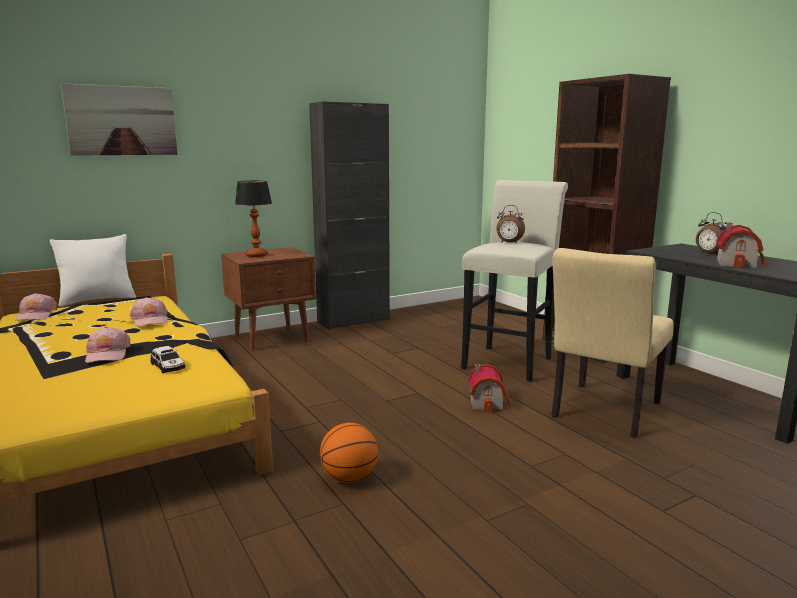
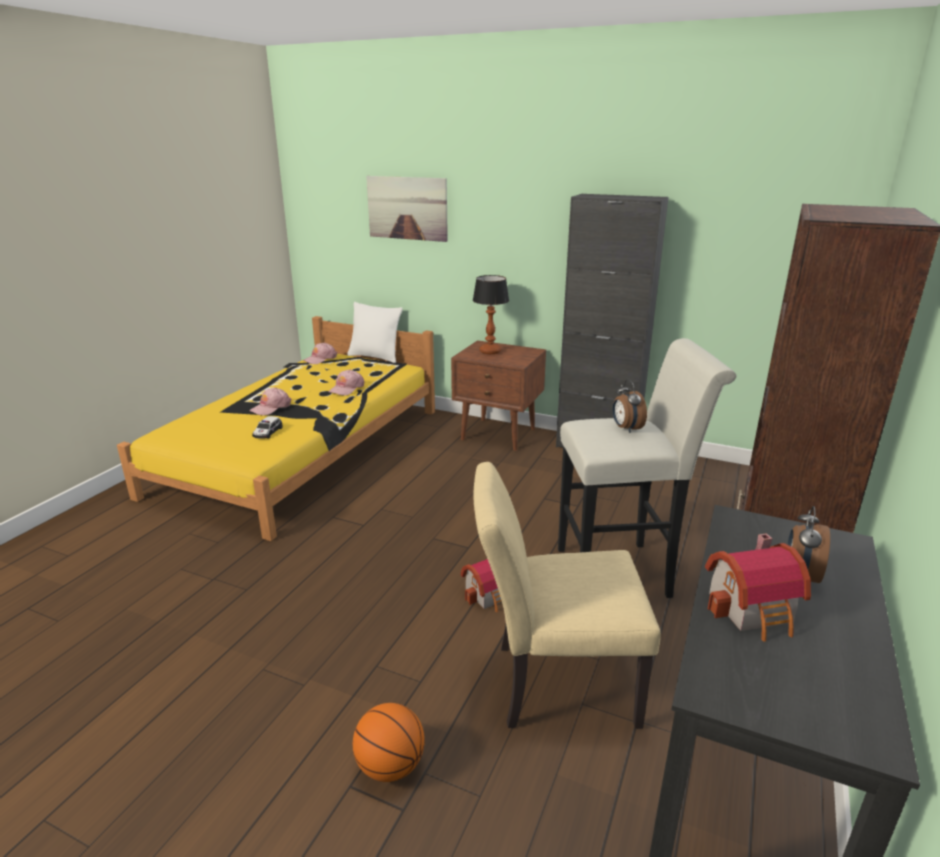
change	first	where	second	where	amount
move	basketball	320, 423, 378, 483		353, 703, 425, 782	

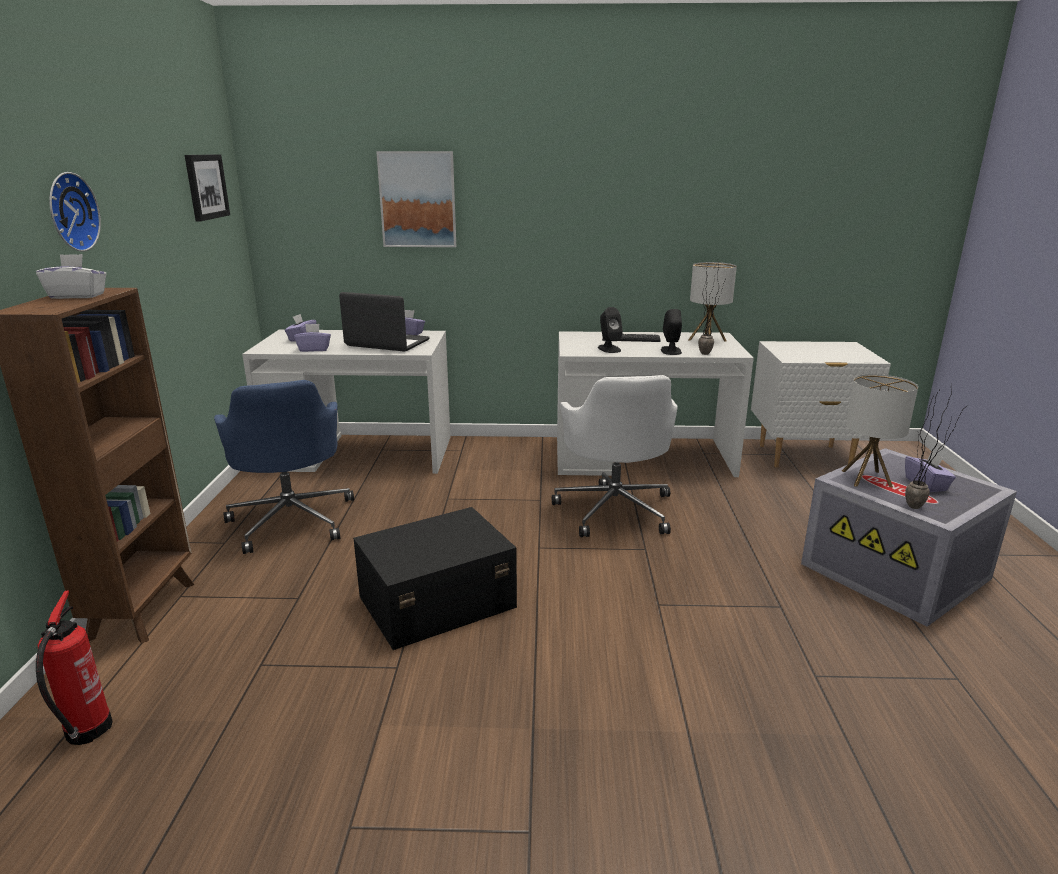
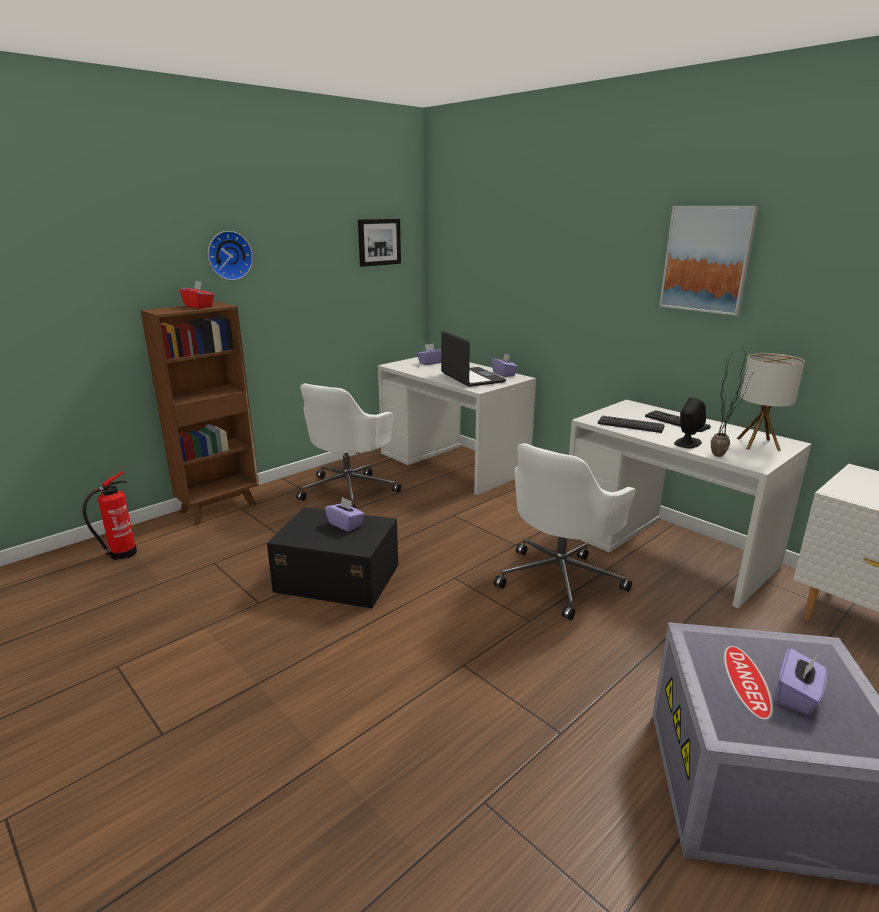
change	first	where	second	where	amount
delete	table lamp	842, 374, 918, 487			
delete	potted plant	905, 388, 962, 509			
move	purple tissue box	294, 324, 331, 352		325, 497, 364, 532	
move	picture	376, 151, 456, 247		659, 206, 759, 316	
replace	black speaker	598, 307, 623, 353	keyboard	598, 416, 665, 433	
recolor	white tissue box	36, 254, 106, 299	red tissue box	180, 281, 214, 308	
recolor	blue office chair	214, 380, 354, 554	white office chair	296, 383, 401, 508	

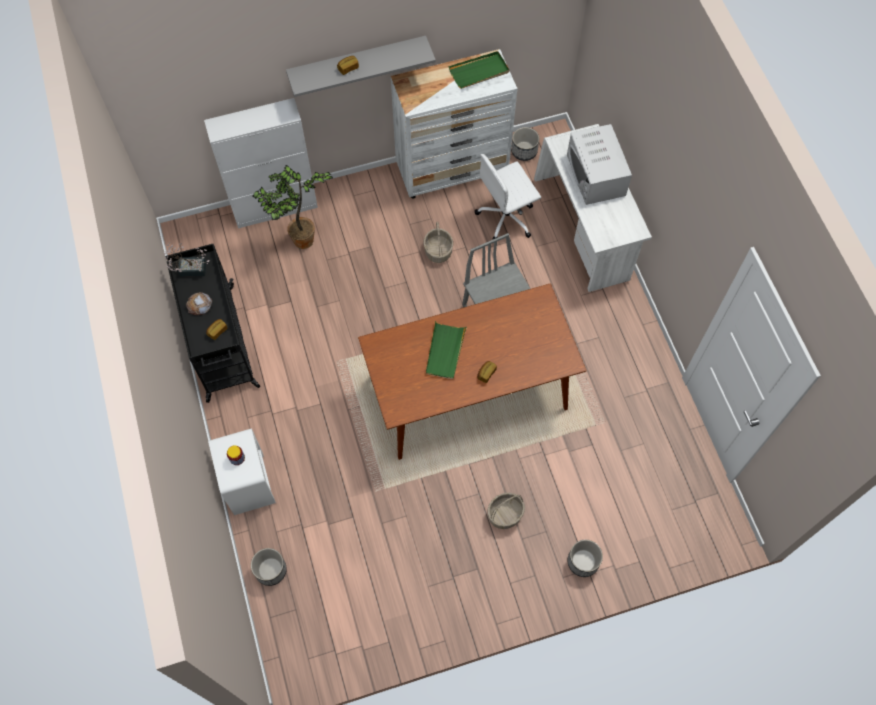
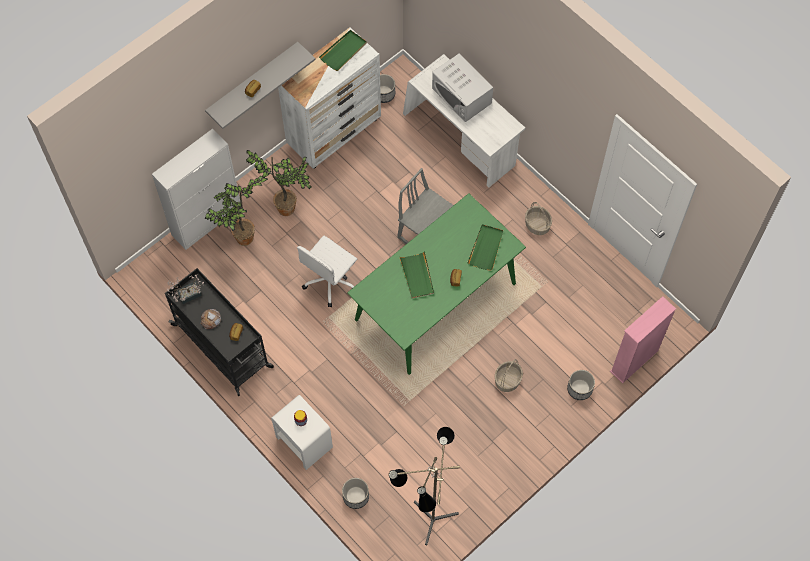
change	first	where	second	where	amount
insert			potted plant	246, 150, 311, 216	
insert			floor lamp	389, 427, 460, 545	
insert			green tray	467, 224, 503, 271	
insert			pink bookcase	610, 296, 676, 384	
move	basket	424, 221, 453, 263		525, 202, 552, 235	
move	white office chair	475, 154, 541, 240		297, 236, 357, 307	
recolor	brown dining table	358, 283, 587, 460	green dining table	347, 193, 526, 375	

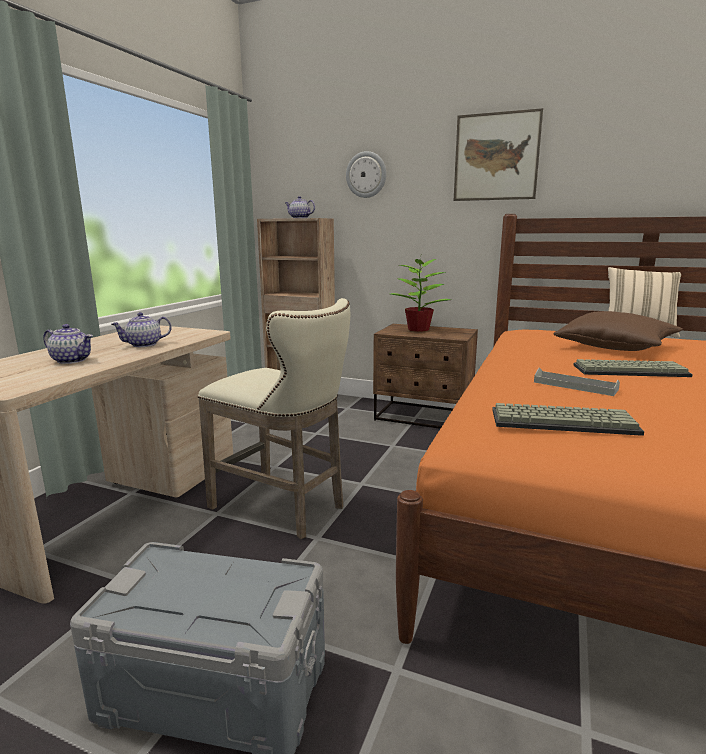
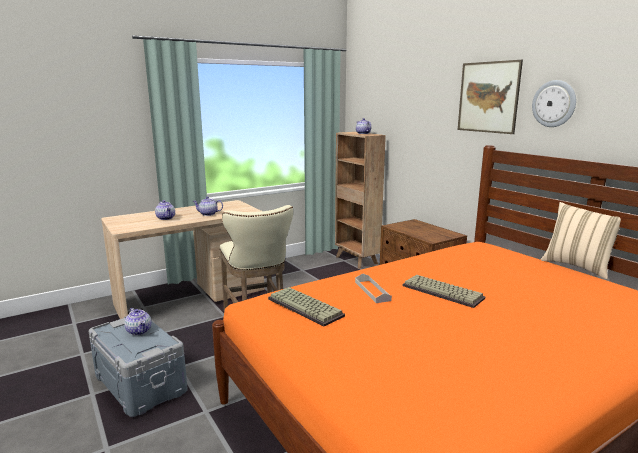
change	first	where	second	where	amount
delete	potted plant	391, 257, 451, 332			
delete	brown pillow	553, 311, 683, 351			
insert			teapot	124, 308, 151, 335	
move	wall clock	346, 151, 387, 198		532, 80, 576, 127	

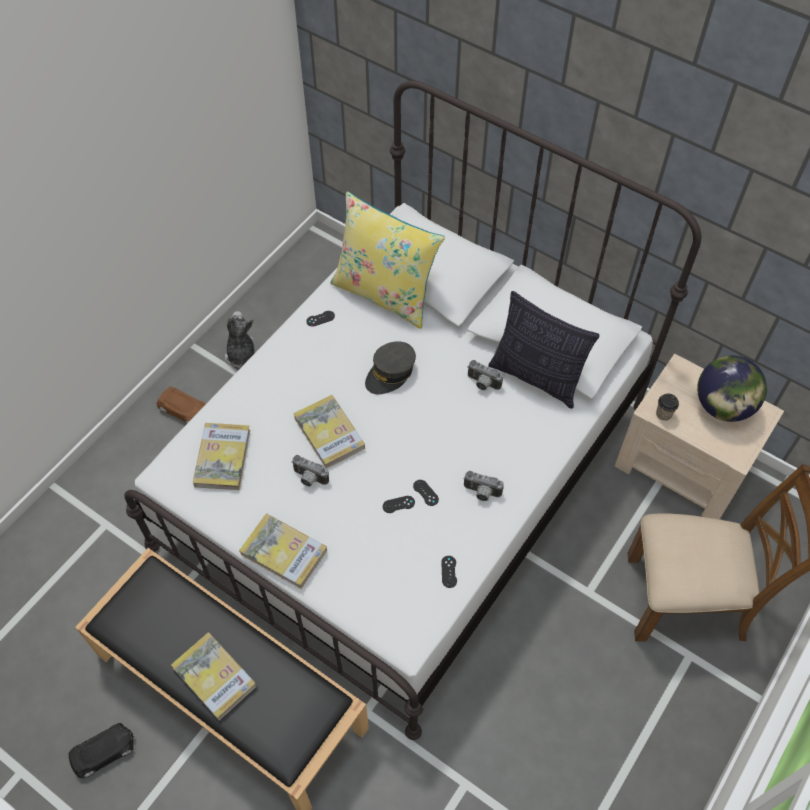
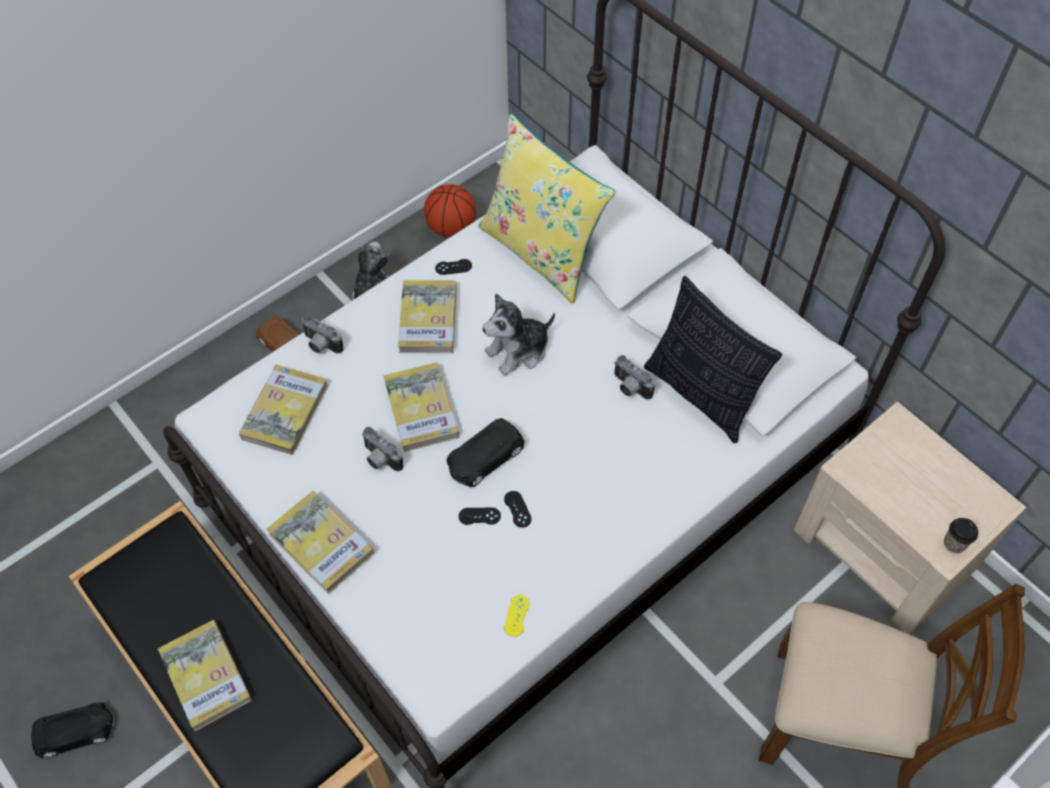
change	first	where	second	where	amount
delete	globe	697, 356, 767, 422			
insert			book	398, 280, 457, 353	
insert			basketball	424, 184, 476, 237	
insert			black toy car	447, 418, 525, 487	
move	photo camera	463, 471, 504, 501		301, 314, 344, 354	
move	cup	656, 394, 679, 421		944, 518, 978, 553	
replace	grey cap	365, 341, 416, 394	plush toy	482, 293, 555, 376	
recolor	black game controller	441, 556, 457, 588	yellow game controller	504, 595, 530, 637	

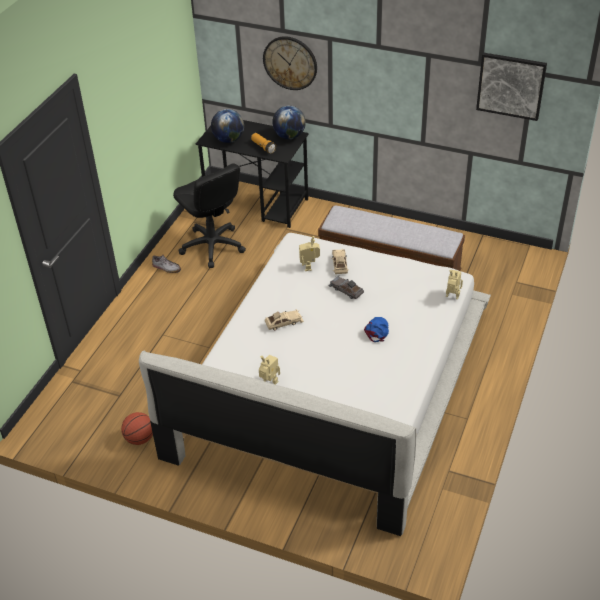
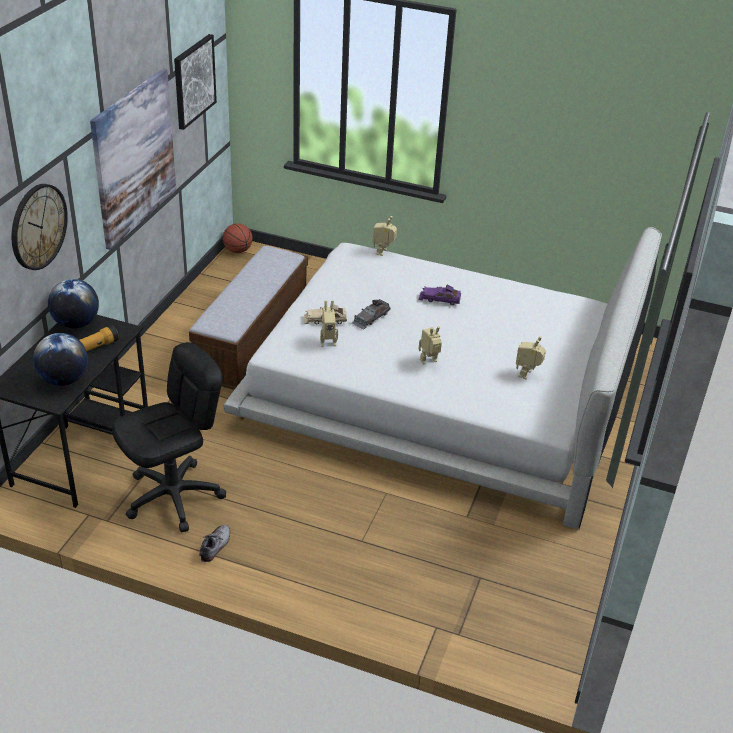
change	first	where	second	where	amount
insert			picture	90, 68, 176, 250	
move	basketball	121, 412, 153, 445		223, 223, 253, 253	
replace	beige toy car	265, 309, 304, 330	toy robot	419, 326, 442, 365	
replace	blue cap	364, 317, 389, 342	purple toy car	419, 284, 461, 305	

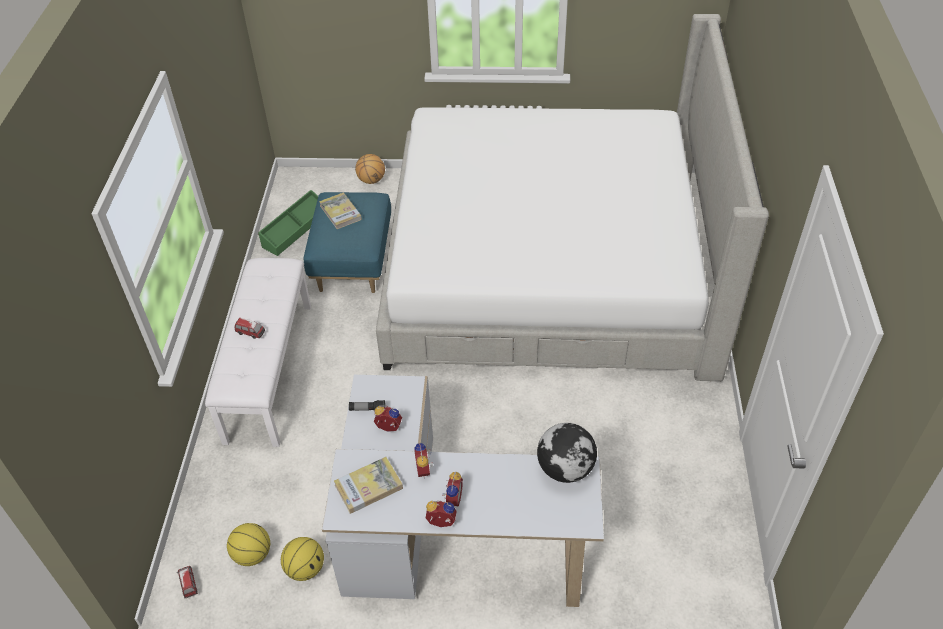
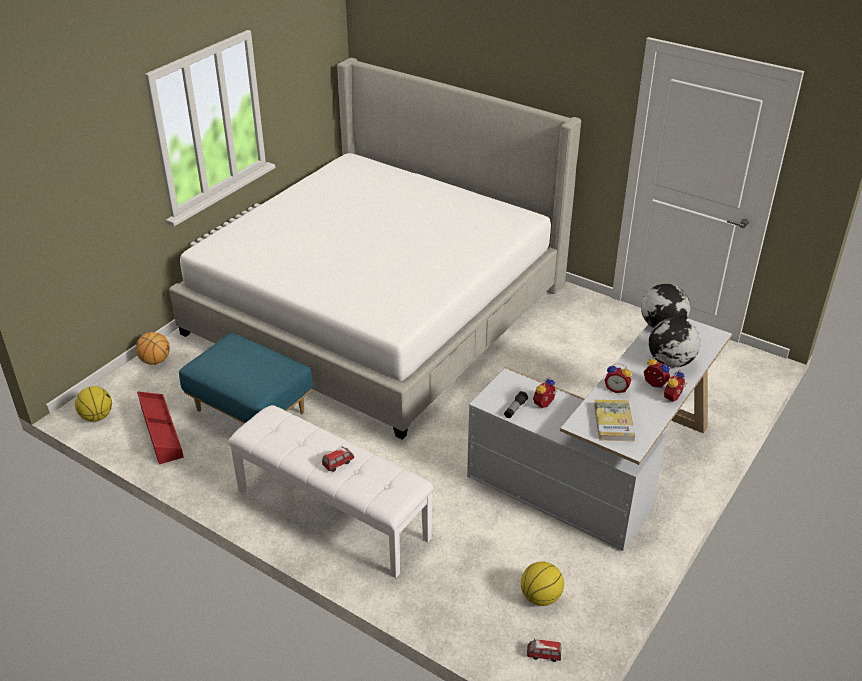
change	first	where	second	where	amount
delete	book	319, 192, 362, 229			
insert			globe	649, 318, 700, 367	
move	basketball	281, 537, 324, 581		75, 386, 112, 422	
recolor	green storage box	258, 190, 318, 256	red storage box	137, 391, 184, 464	

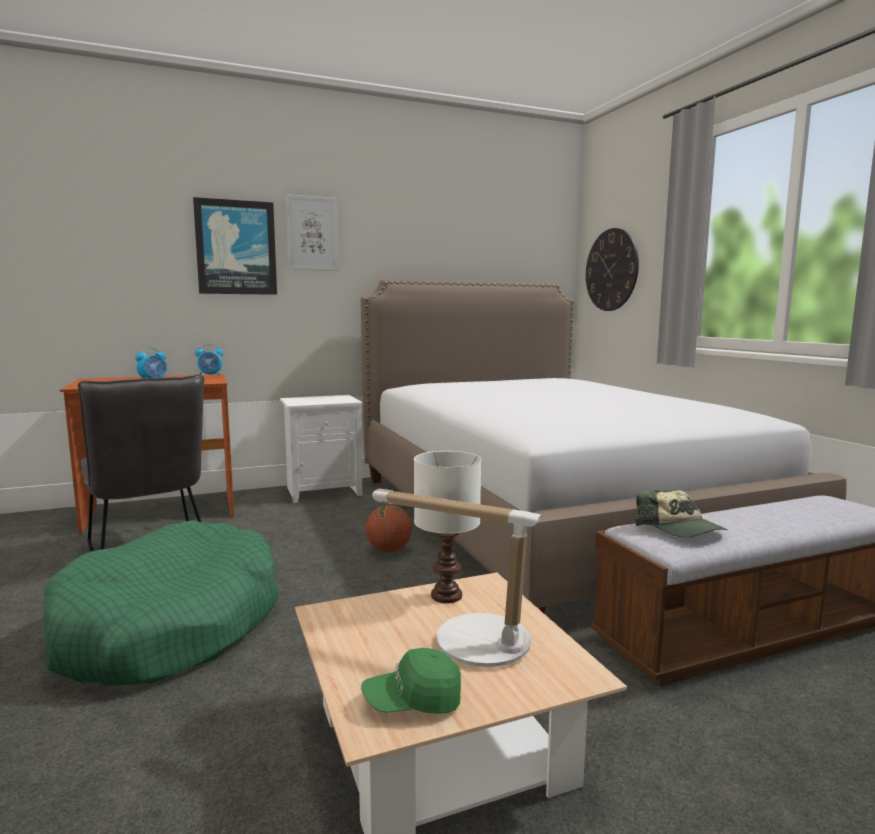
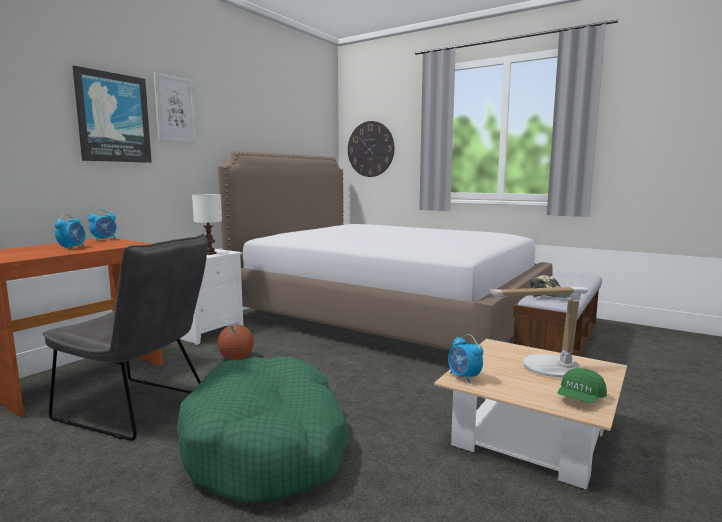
change	first	where	second	where	amount
insert			alarm clock	448, 334, 483, 383	
move	basketball	366, 505, 412, 552		217, 324, 254, 360	
move	white table lamp	414, 451, 481, 603		192, 194, 222, 255	

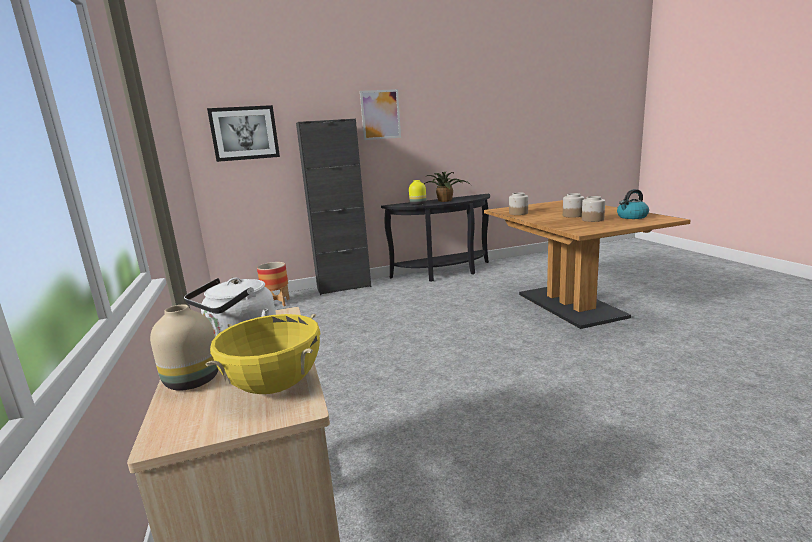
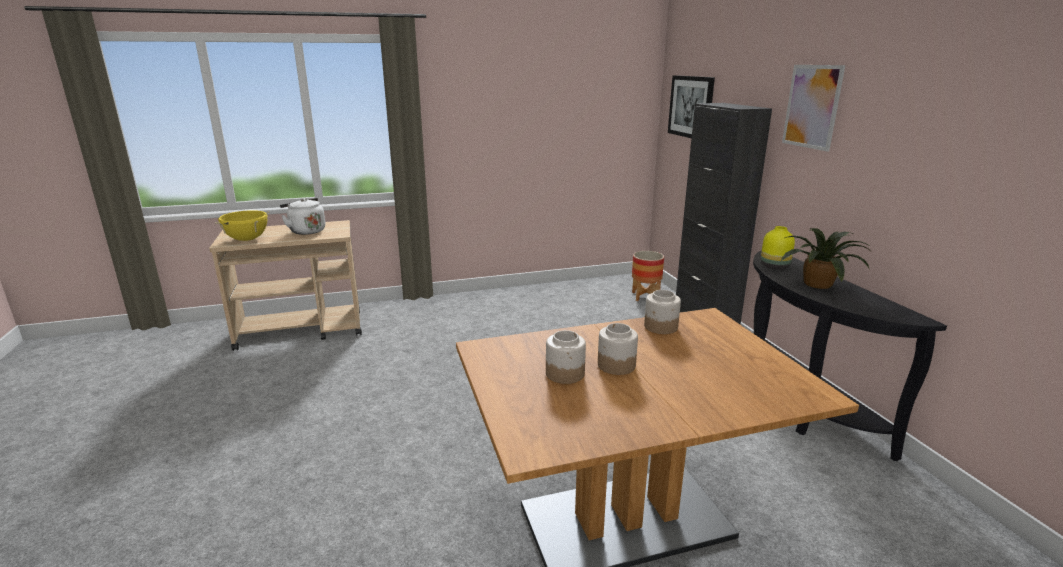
change	first	where	second	where	amount
delete	beige vase	150, 304, 219, 391			
delete	kettle	617, 189, 649, 219			

